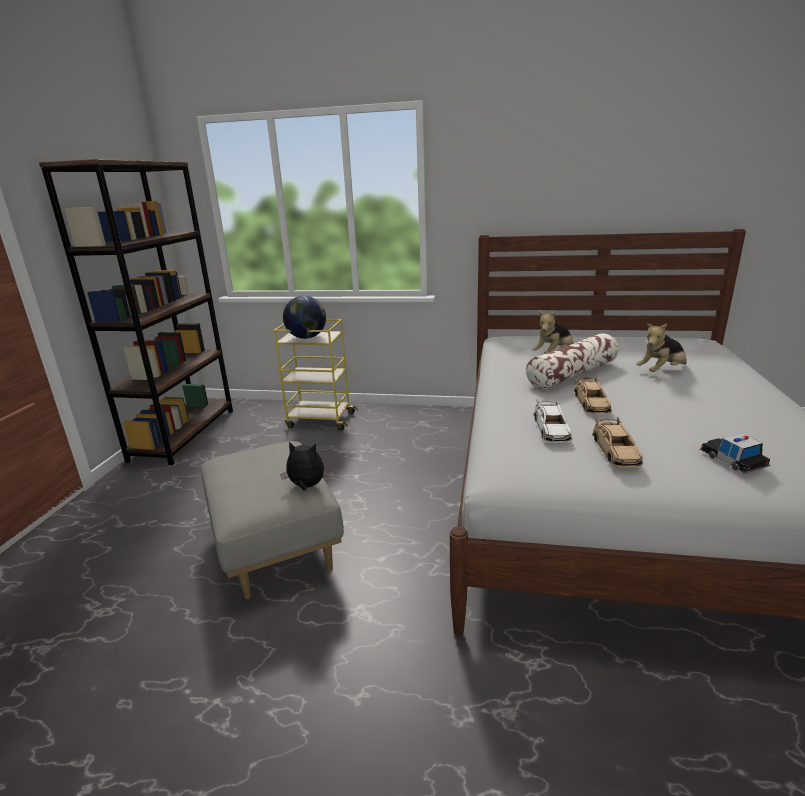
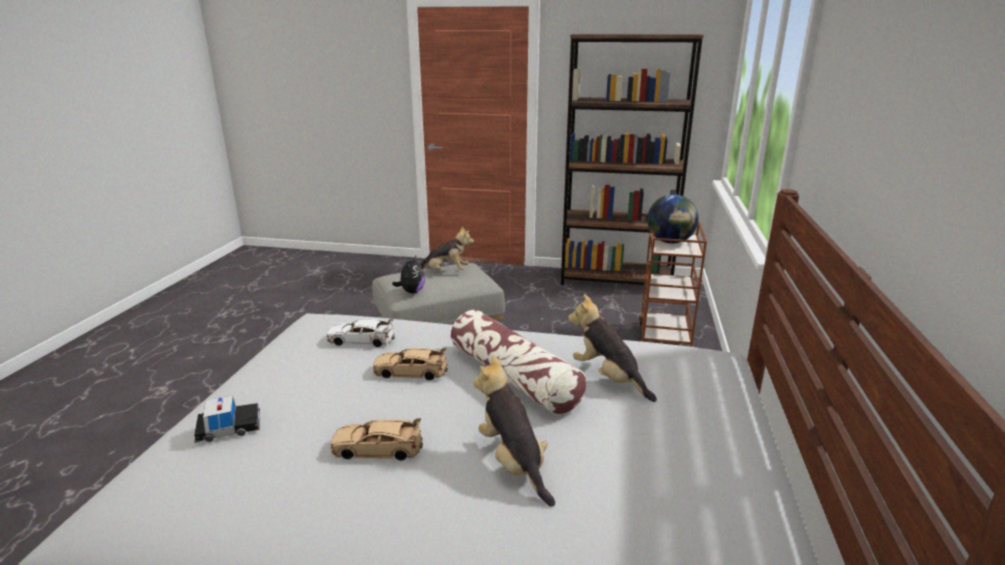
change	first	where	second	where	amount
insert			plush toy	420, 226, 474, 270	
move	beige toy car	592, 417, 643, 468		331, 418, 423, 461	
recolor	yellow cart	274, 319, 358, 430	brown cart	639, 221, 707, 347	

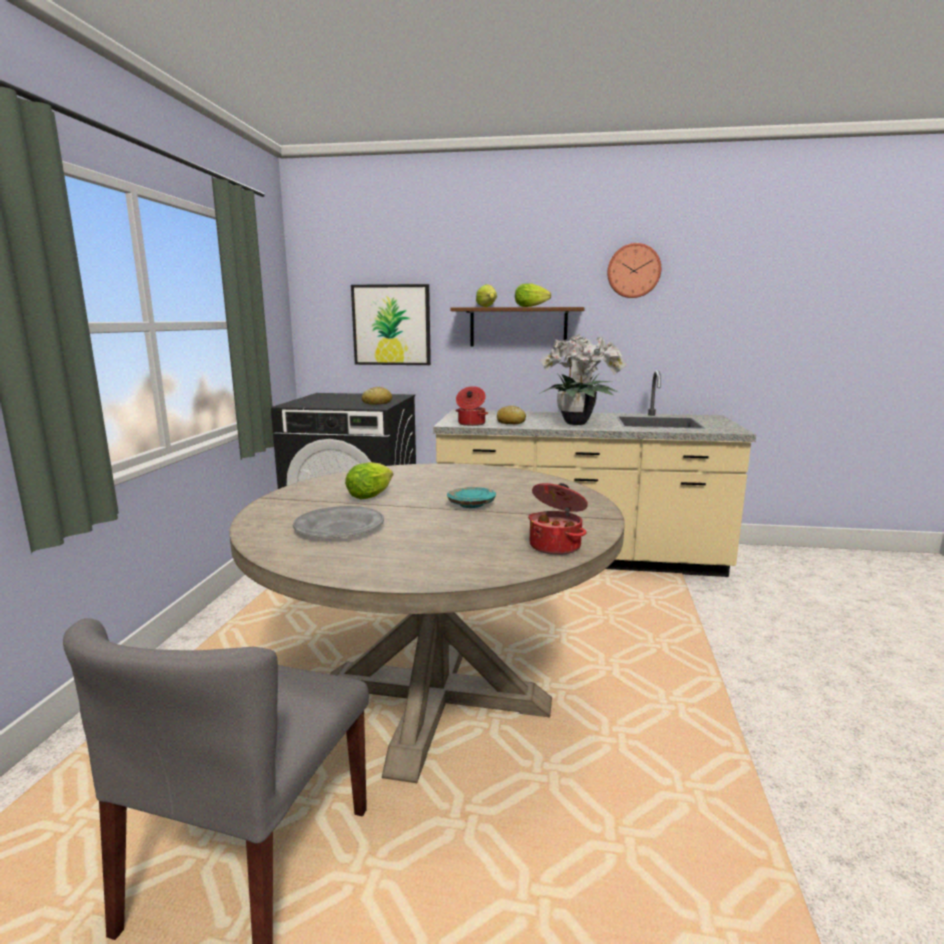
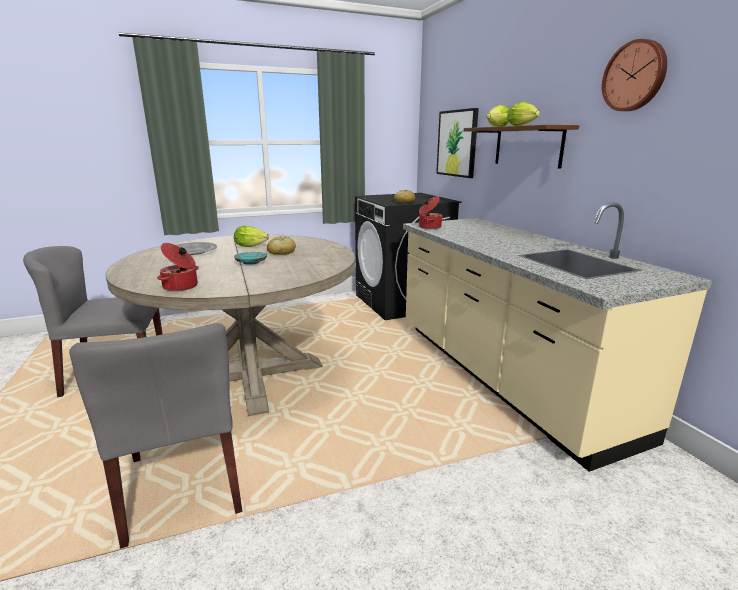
change	first	where	second	where	amount
delete	potted plant	539, 334, 627, 425			
insert			grey chair	69, 323, 242, 549	
move	bread	497, 405, 526, 424		267, 236, 296, 255	

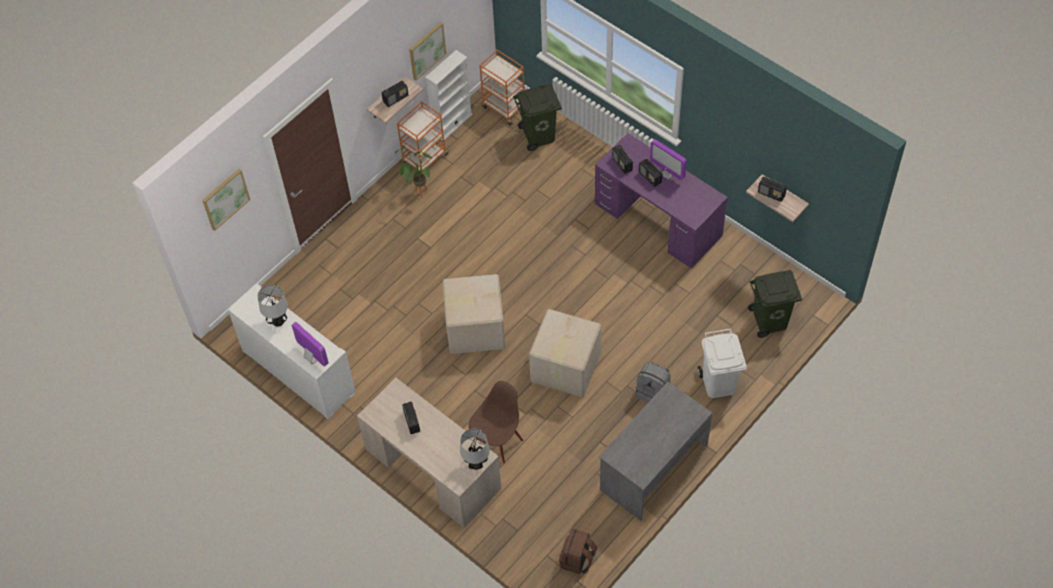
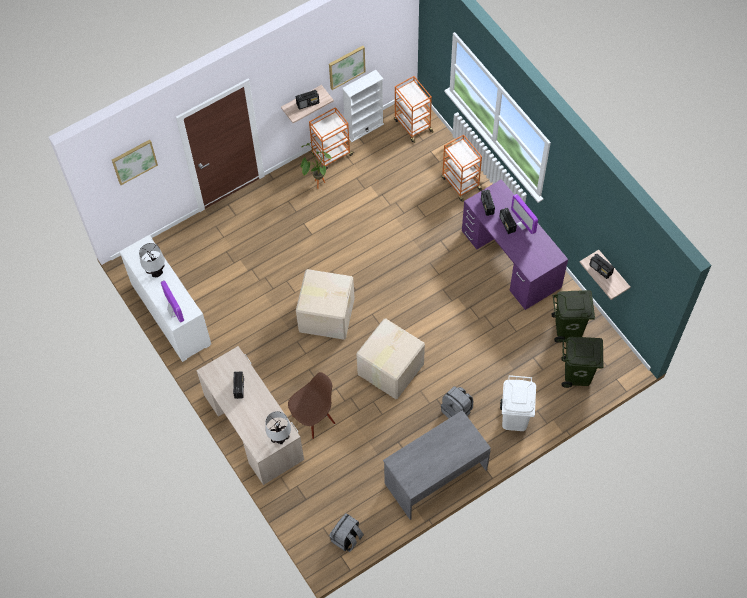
change	first	where	second	where	amount
insert			orange cart	442, 134, 482, 202	
move	green trash can	513, 84, 562, 151		551, 290, 595, 343	
recolor	brown backpack	559, 528, 597, 574	grey backpack	329, 513, 364, 552	

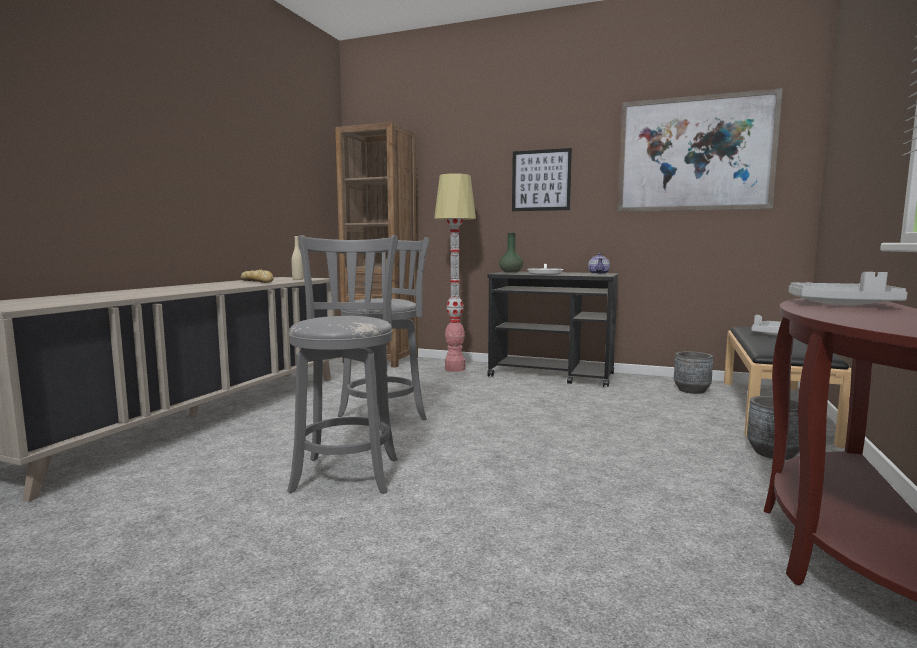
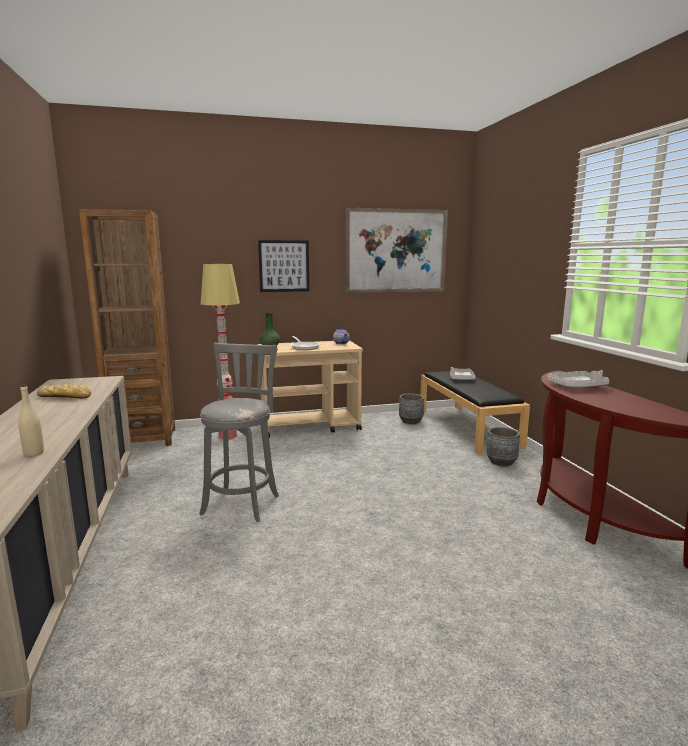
change	first	where	second	where	amount
delete	grey stool	287, 235, 398, 494			
move	beige bottle	291, 235, 304, 280		18, 385, 44, 457	
recolor	black cart	487, 272, 619, 387	beige cart	258, 340, 363, 438	

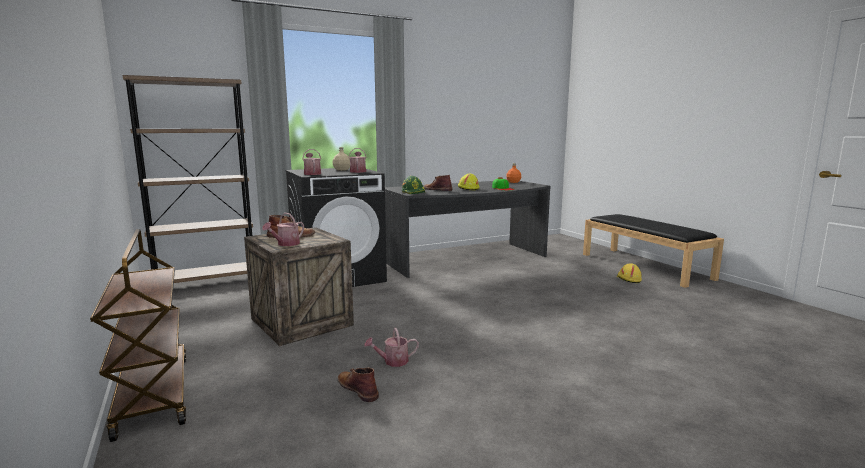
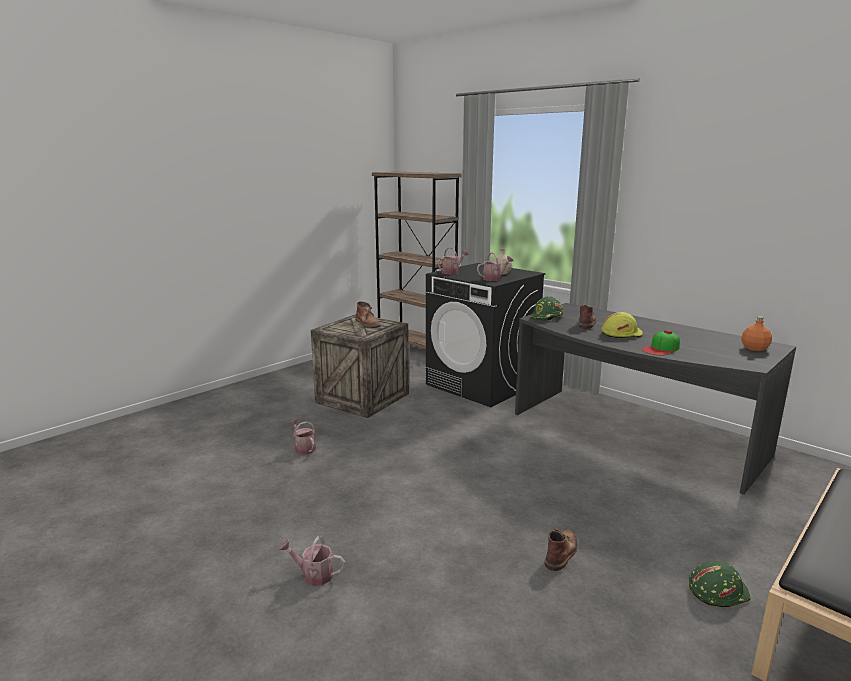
change	first	where	second	where	amount
delete	brown cart	90, 229, 186, 442			
move	watering can	262, 213, 304, 246		279, 536, 345, 586	
move	brown boot	338, 367, 379, 402		545, 528, 578, 571	
recolor	yellow hard hat	617, 263, 642, 283	green hard hat	689, 561, 751, 607	

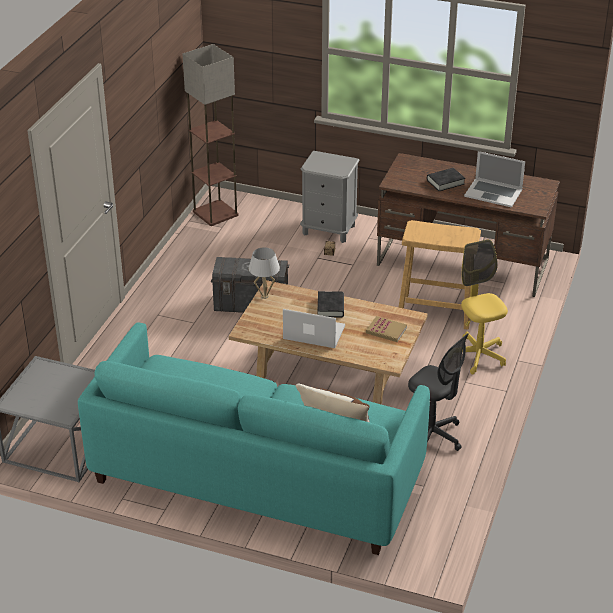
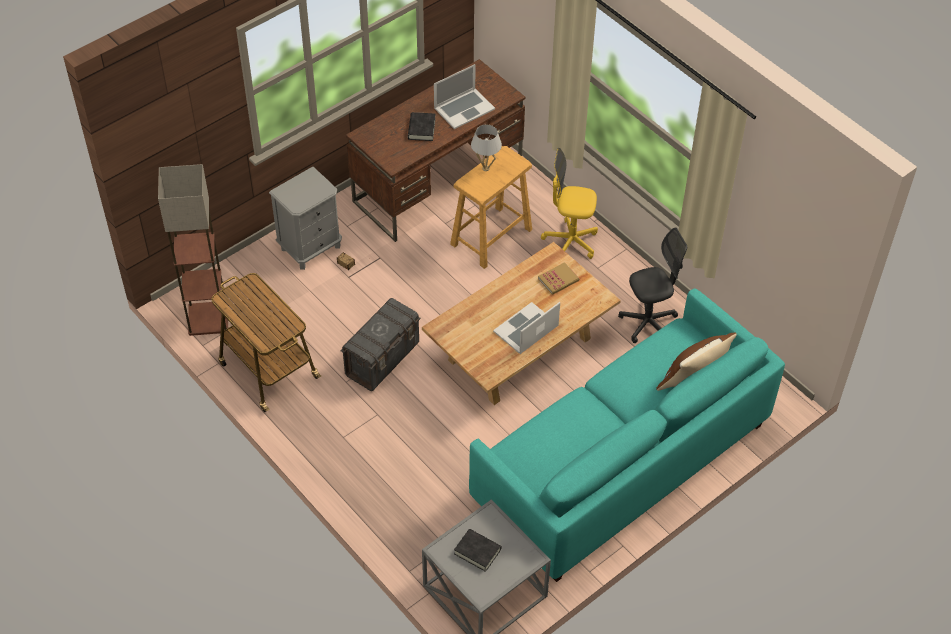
change	first	where	second	where	amount
insert			cart	211, 273, 321, 412	
move	white table lamp	249, 247, 280, 299		471, 125, 502, 171	
move	black book	318, 291, 344, 317		454, 529, 501, 572	

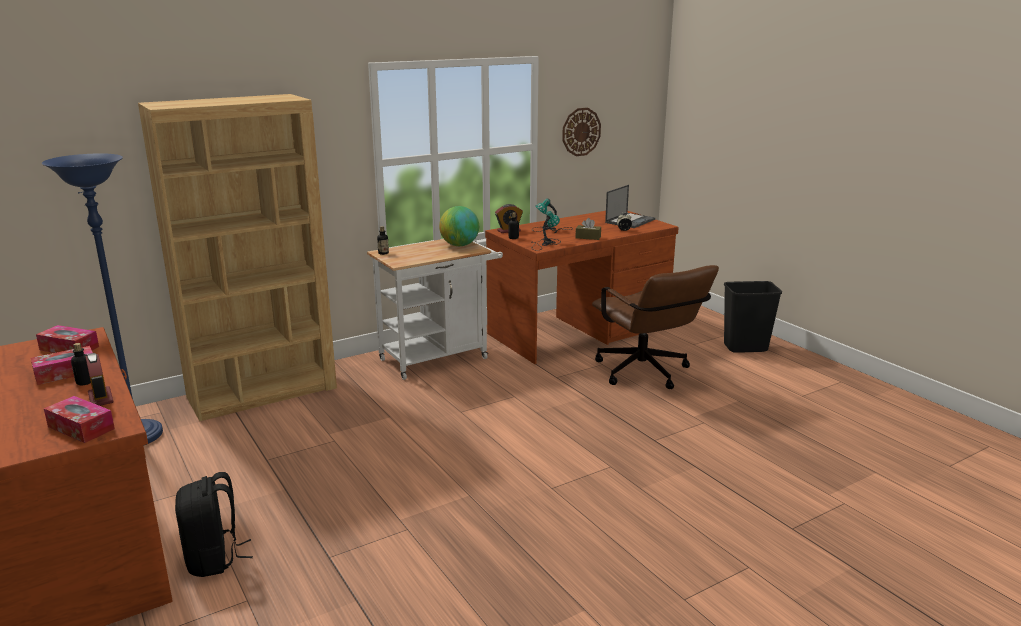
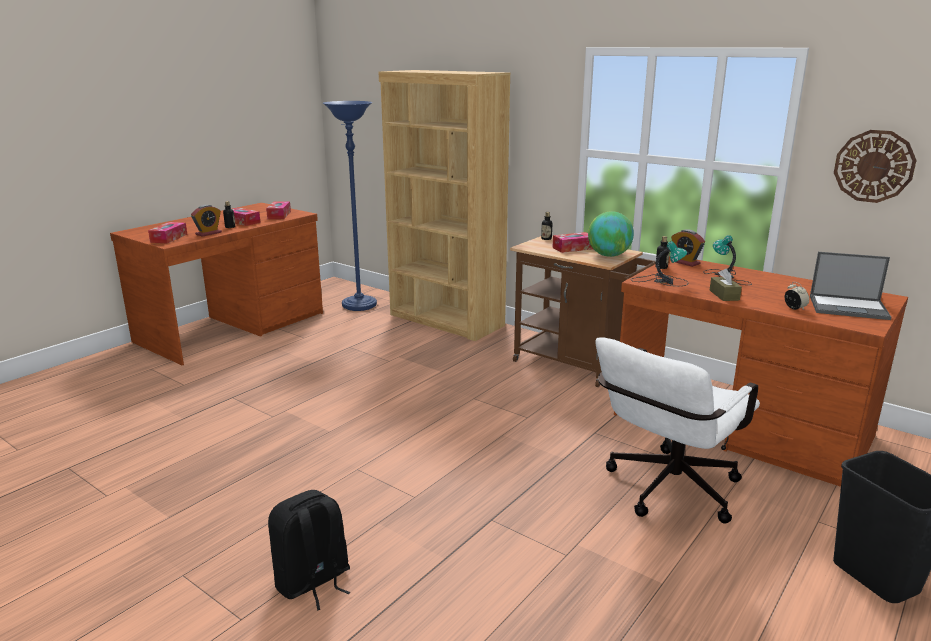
change	first	where	second	where	amount
insert			tissue box	552, 232, 593, 253	
move	black backpack	175, 472, 253, 577		268, 490, 350, 611	
recolor	white cart	367, 239, 503, 380	brown cart	510, 236, 656, 387	
recolor	brown office chair	592, 265, 719, 389	white office chair	595, 337, 760, 524	

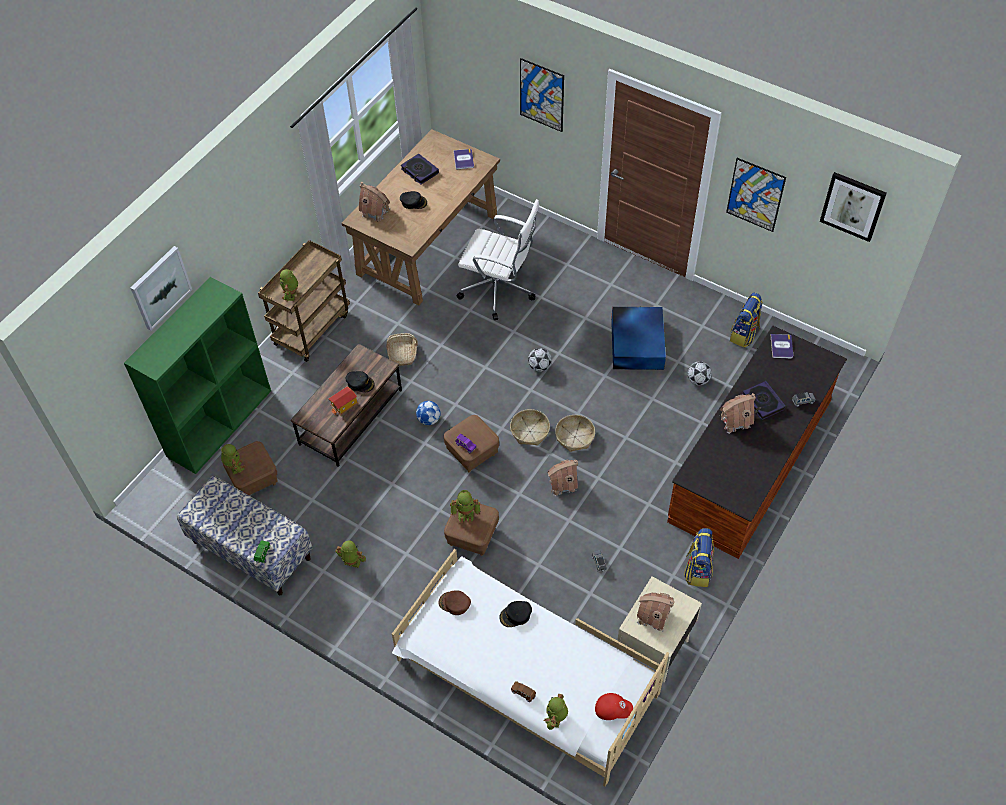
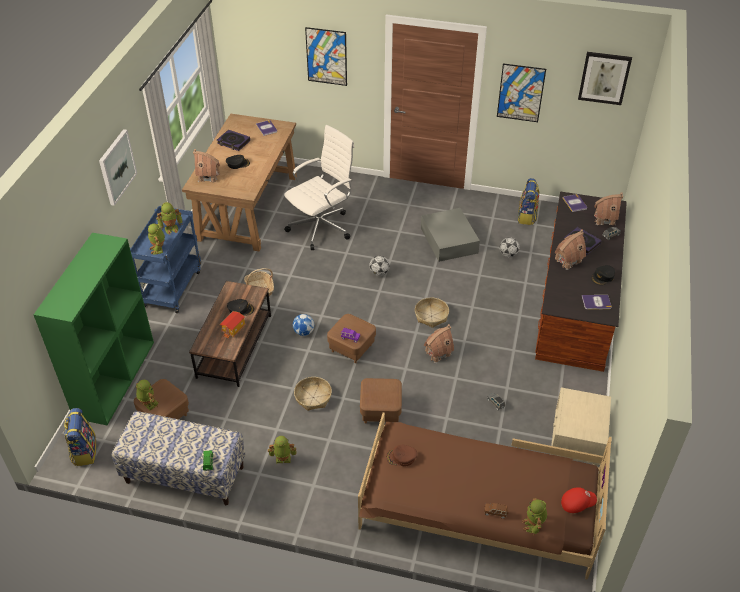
change	first	where	second	where	amount
insert			book	582, 295, 612, 310	
move	picture	131, 246, 192, 331		99, 129, 137, 206	
move	toy robot	450, 490, 480, 523		156, 202, 182, 235	
move	black cap	499, 601, 532, 627		591, 265, 615, 285	
move	basket	510, 409, 550, 446		294, 377, 332, 411	
move	toy house	637, 593, 675, 631		594, 193, 623, 225	
move	backpack	684, 528, 714, 587		64, 408, 96, 466	
recolor	brown cart	258, 240, 350, 362	blue cart	130, 206, 201, 313	
recolor	white bed	392, 549, 669, 787	brown bed	358, 413, 612, 580	
recolor	blue storage box	611, 307, 666, 370	grey storage box	421, 208, 480, 262	
rotate	white office chair	457, 199, 539, 320		284, 125, 354, 250	45 degrees counterclockwise

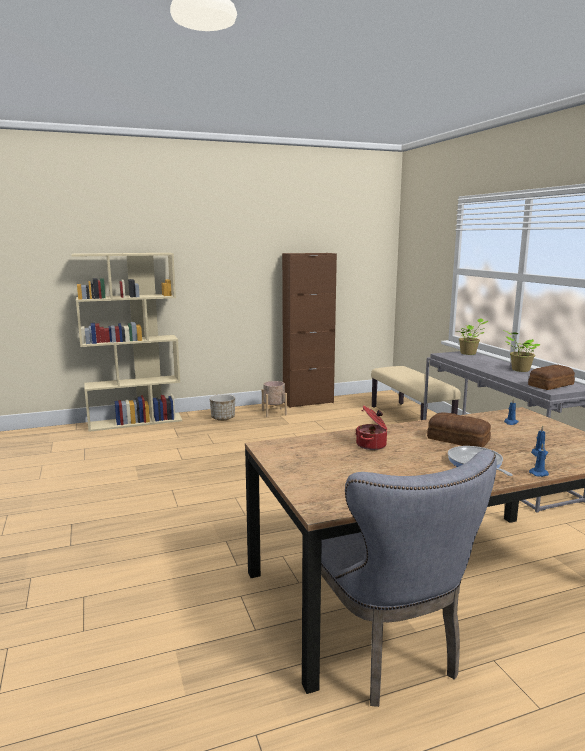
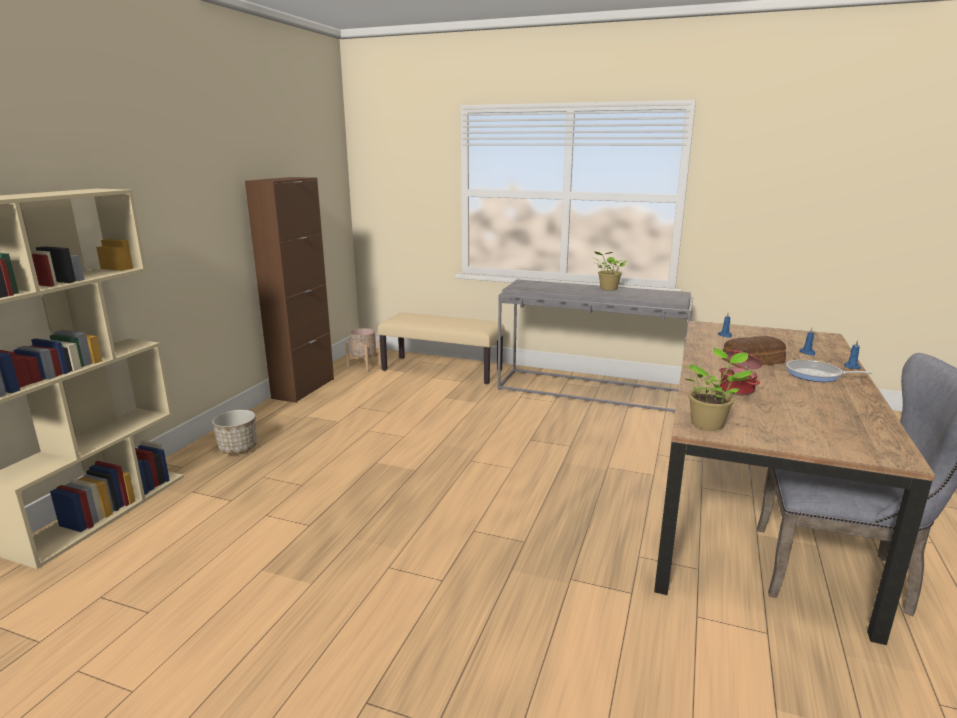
change	first	where	second	where	amount
delete	bread	528, 365, 575, 390			
move	beige planter	262, 381, 287, 417		345, 328, 381, 372	
move	potted plant	457, 318, 488, 355		683, 348, 753, 431	

